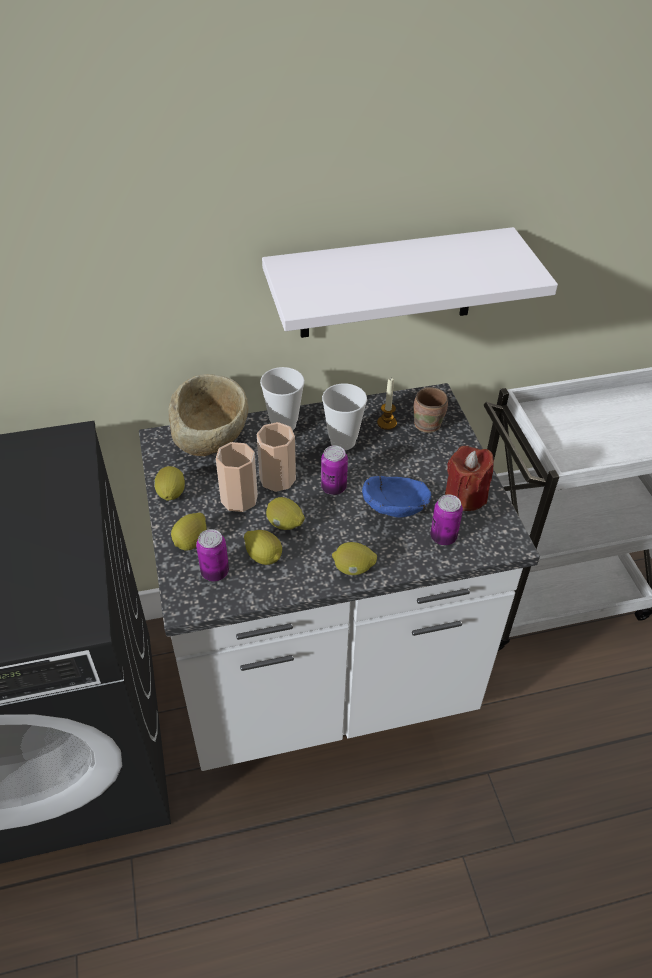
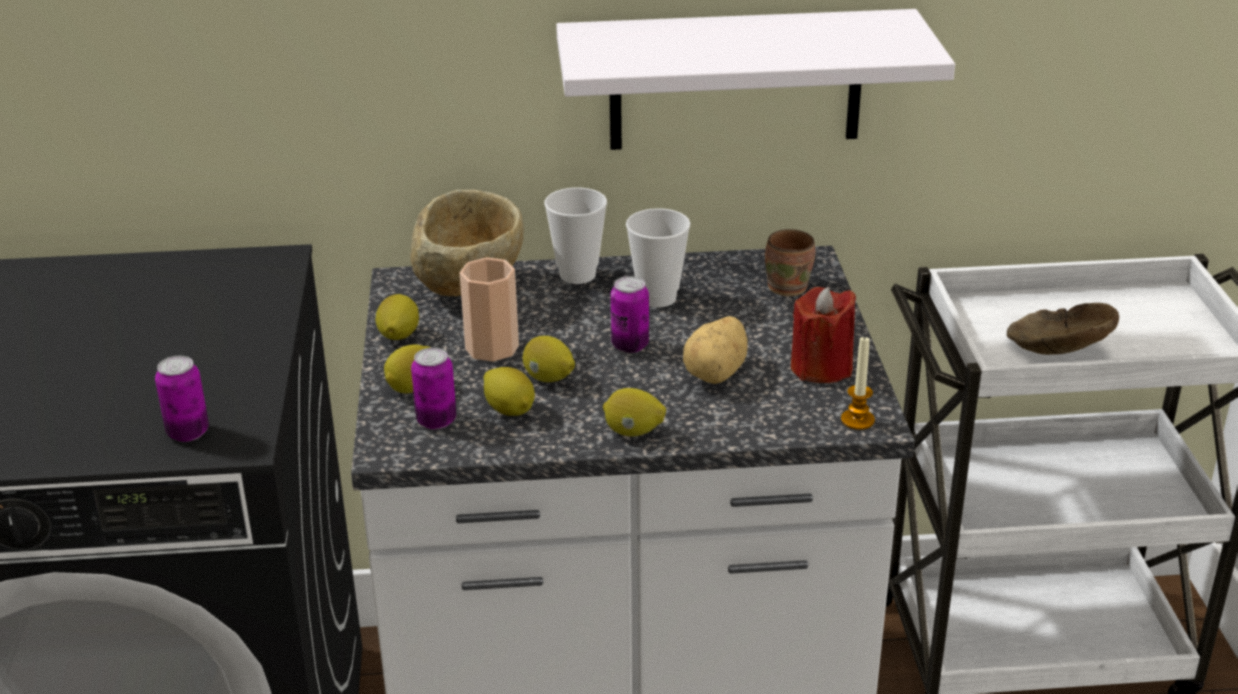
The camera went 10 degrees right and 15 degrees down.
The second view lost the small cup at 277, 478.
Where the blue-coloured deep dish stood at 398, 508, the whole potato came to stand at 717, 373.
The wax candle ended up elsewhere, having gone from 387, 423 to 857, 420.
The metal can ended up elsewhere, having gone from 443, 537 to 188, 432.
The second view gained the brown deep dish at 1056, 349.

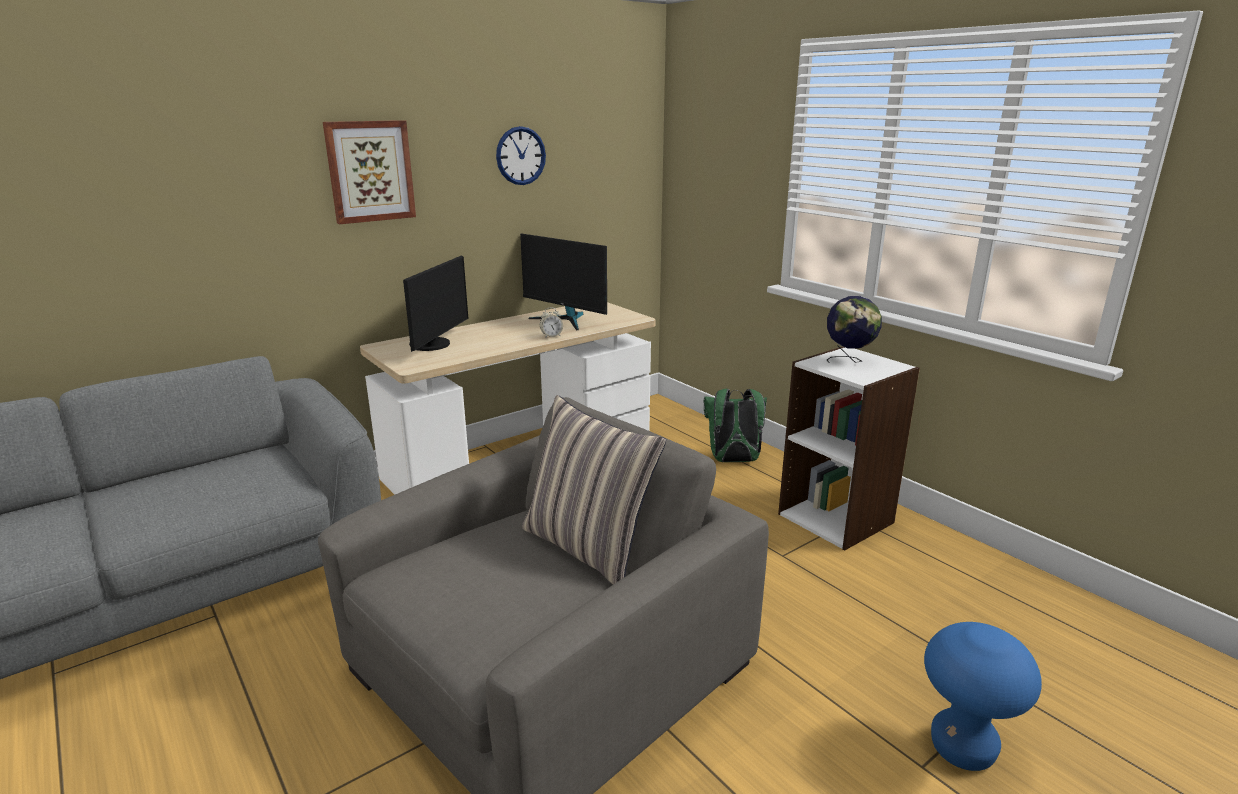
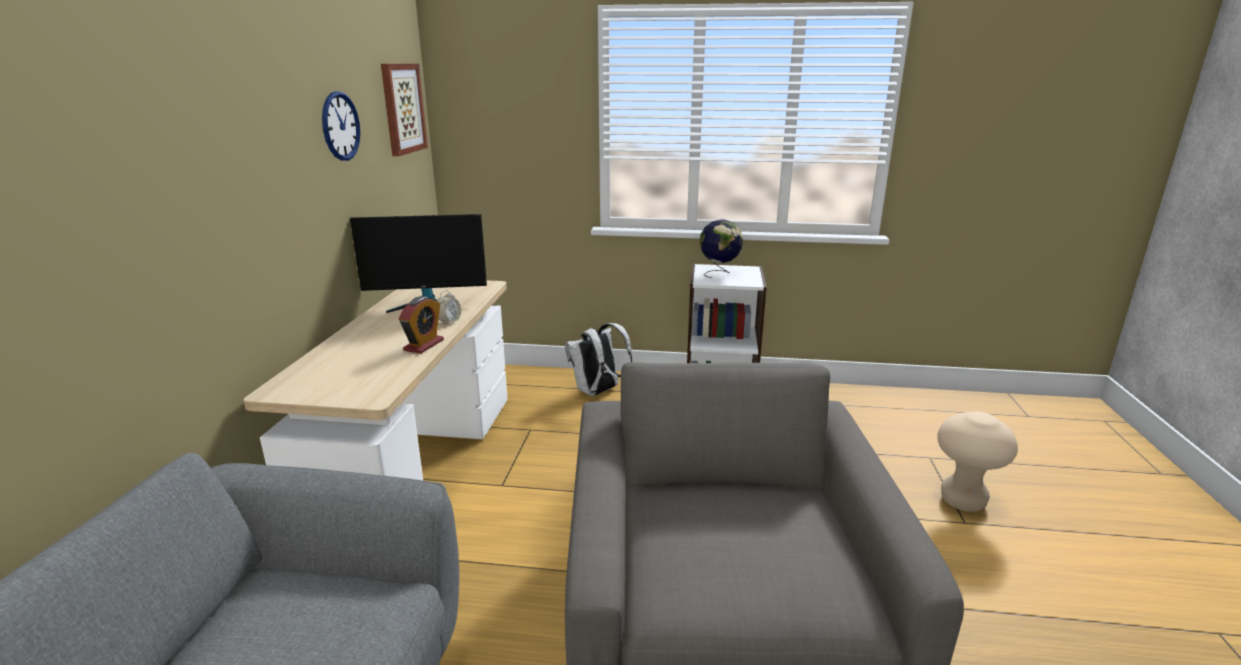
The camera went 45 degrees left and 0 degrees up.
The picture ended up elsewhere, having gone from 370, 171 to 402, 108.
The second view lost the monitor at 434, 345.
The second view lost the throw pillow at 589, 548.
What was the greenish rucksack at 733, 461 turned into the white-coloured rucksack at 598, 392.
What was the blue-coloured stool seat at 962, 749 turned into the sand-coloured stool seat at 962, 501.
The second view gained the alarm clock at 424, 345.

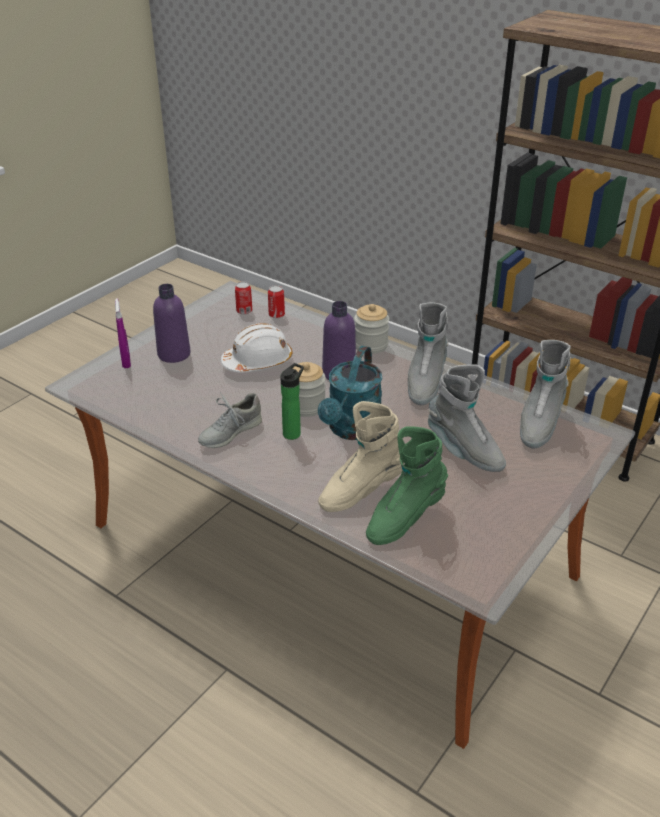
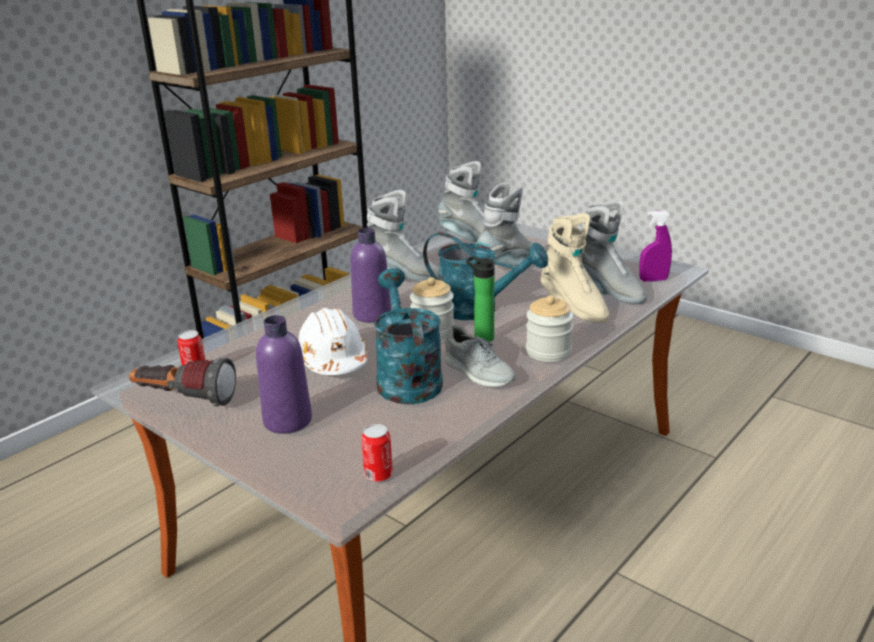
The camera went 85 degrees left and 10 degrees down.
The purple hand sprayer ended up elsewhere, having gone from 126, 362 to 653, 280.
The metal can ended up elsewhere, having gone from 276, 315 to 378, 475.
The storage jar ended up elsewhere, having gone from 370, 345 to 548, 352.
What was the greenish tall boot at 404, 518 turned into the greyish tall boot at 606, 291.
The second view gained the flashlight at 184, 399.
The second view gained the turquoise sprinkling can at 406, 378.

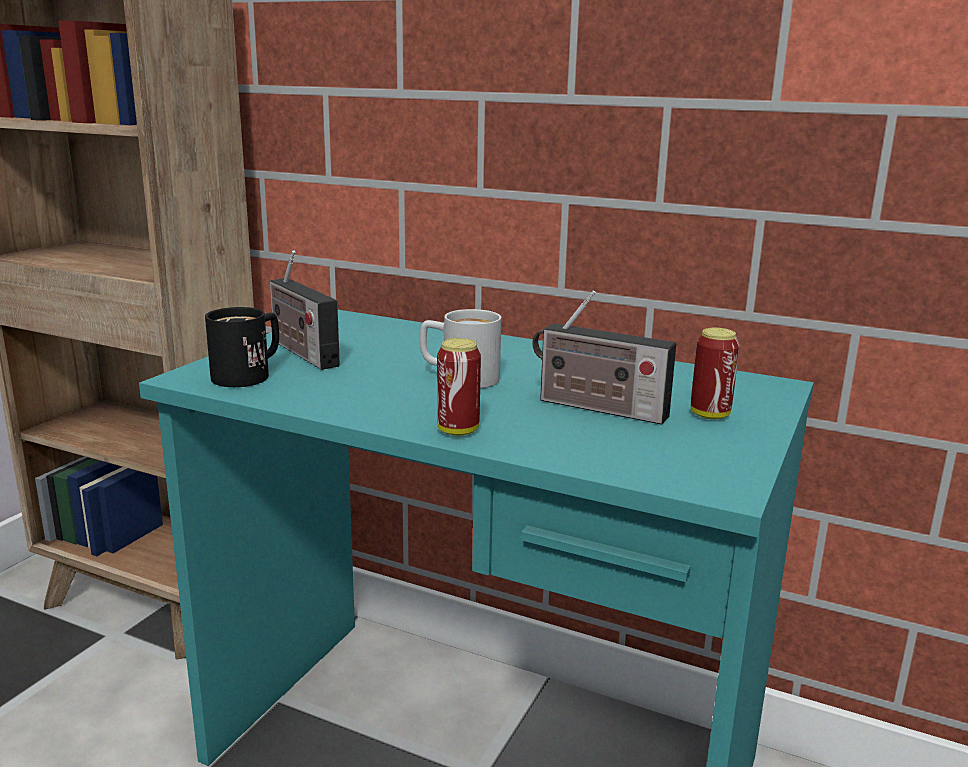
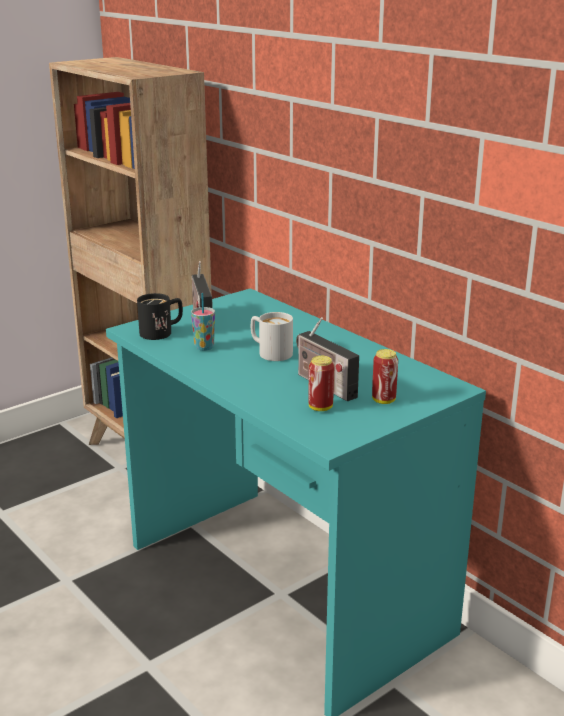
The camera went 25 degrees right and 5 degrees up.
The metal can ended up elsewhere, having gone from 458, 431 to 320, 408.
The second view gained the small cup at 204, 347.

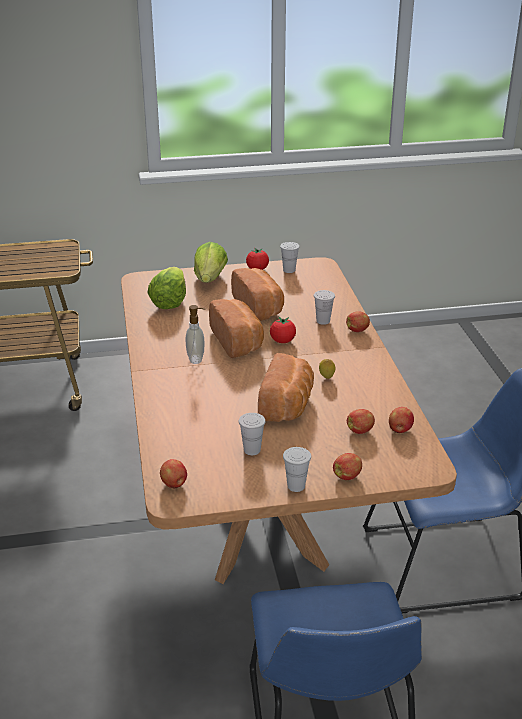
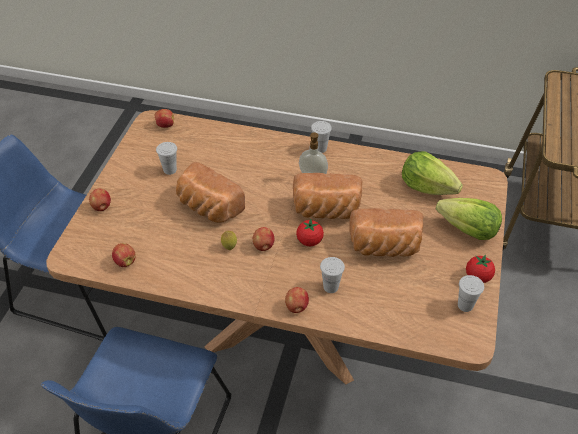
The camera went 115 degrees right and 15 degrees up.
The white-coloured small cup ended up elsewhere, having gone from 296, 486 to 320, 148.
The whole apple ended up elsewhere, having gone from 360, 431 to 263, 246.

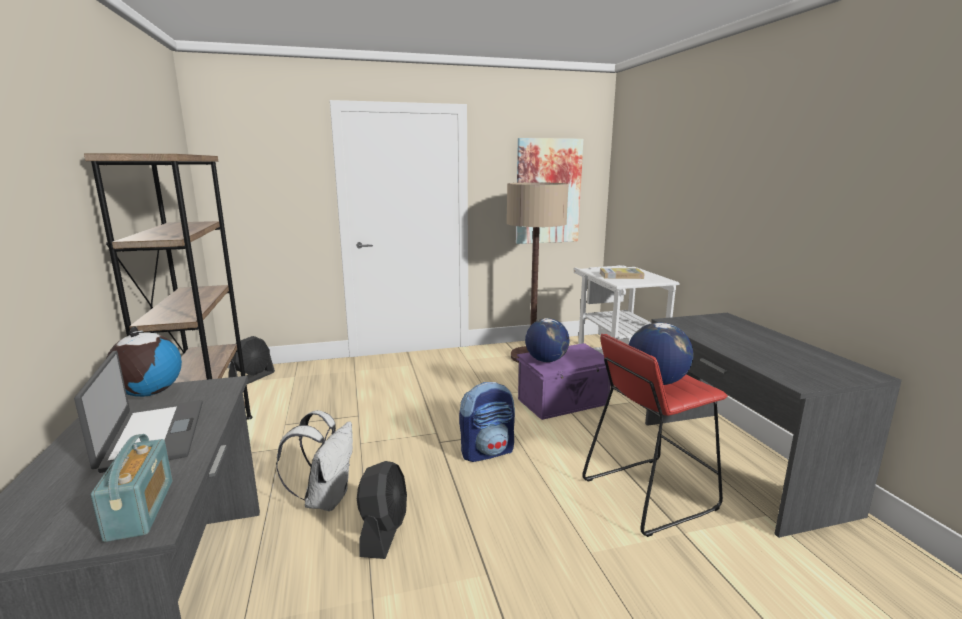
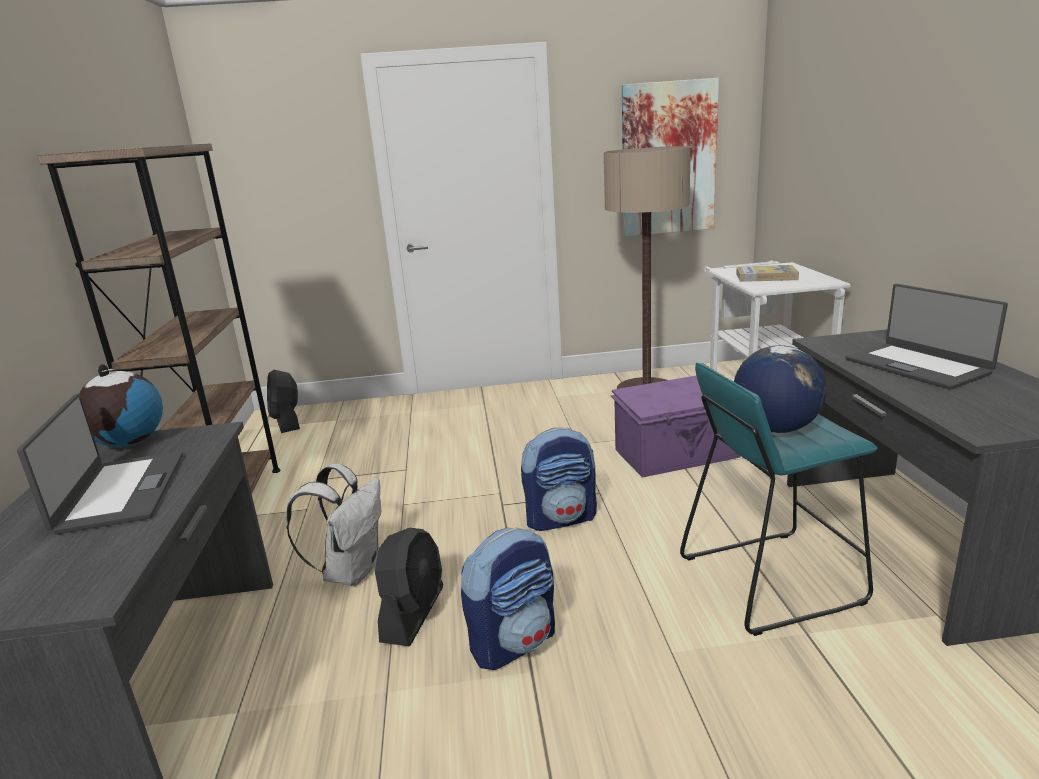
The camera went 10 degrees right and 5 degrees up.
The second view lost the radio set at 141, 509.
The black fan at 252, 378 ended up facing another way, 120 degrees clockwise from before.
The second view lost the globe at 546, 360.
What was the reddish stool seat at 648, 493 turned into the turquoise stool seat at 769, 579.
The second view gained the rucksack at 514, 642.
The second view gained the notebook computer at 917, 366.

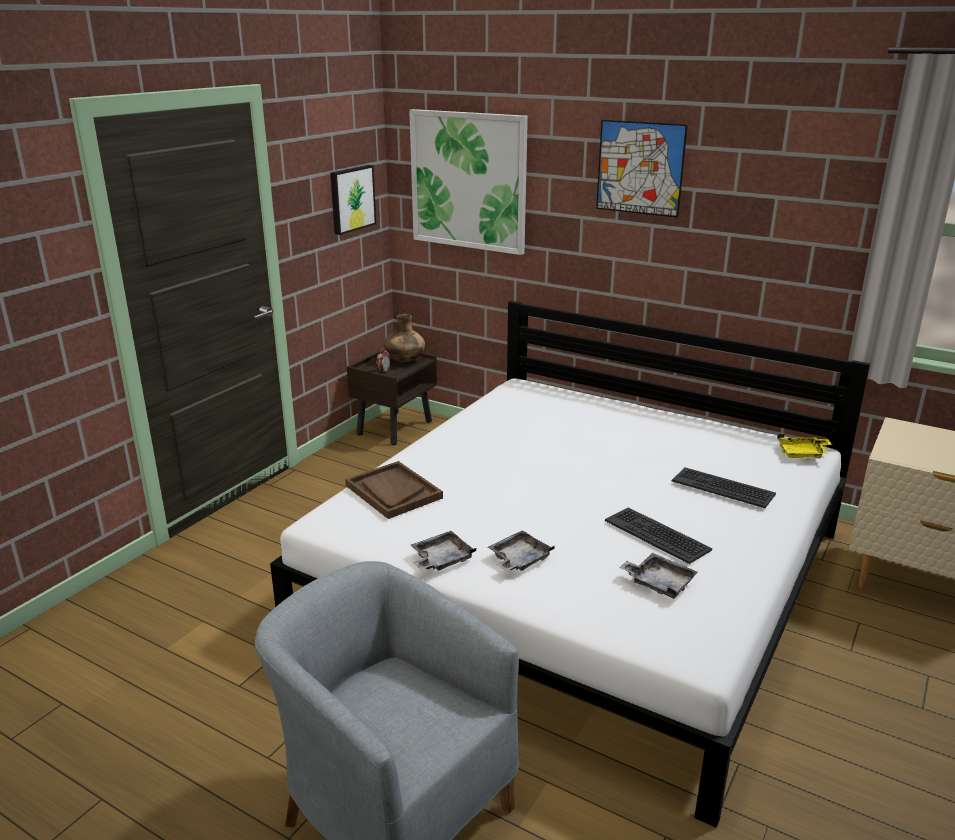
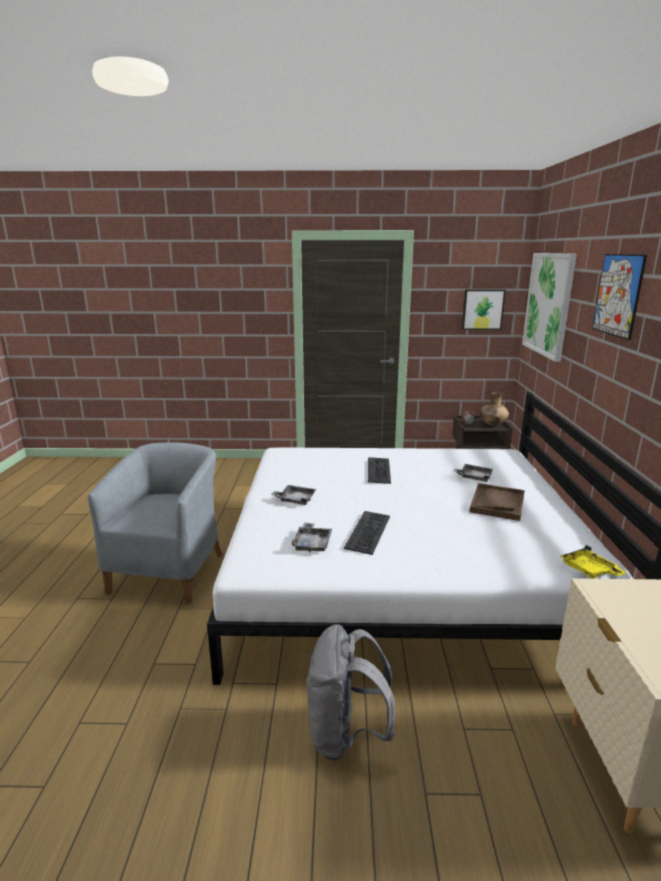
The camera went 60 degrees right and 5 degrees down.
The brown serving tray ended up elsewhere, having gone from 393, 492 to 497, 503.
The greyish serving tray ended up elsewhere, having gone from 441, 559 to 474, 477.
The keyboard ended up elsewhere, having gone from 723, 488 to 379, 470.
The second view gained the greyish rucksack at 346, 734.

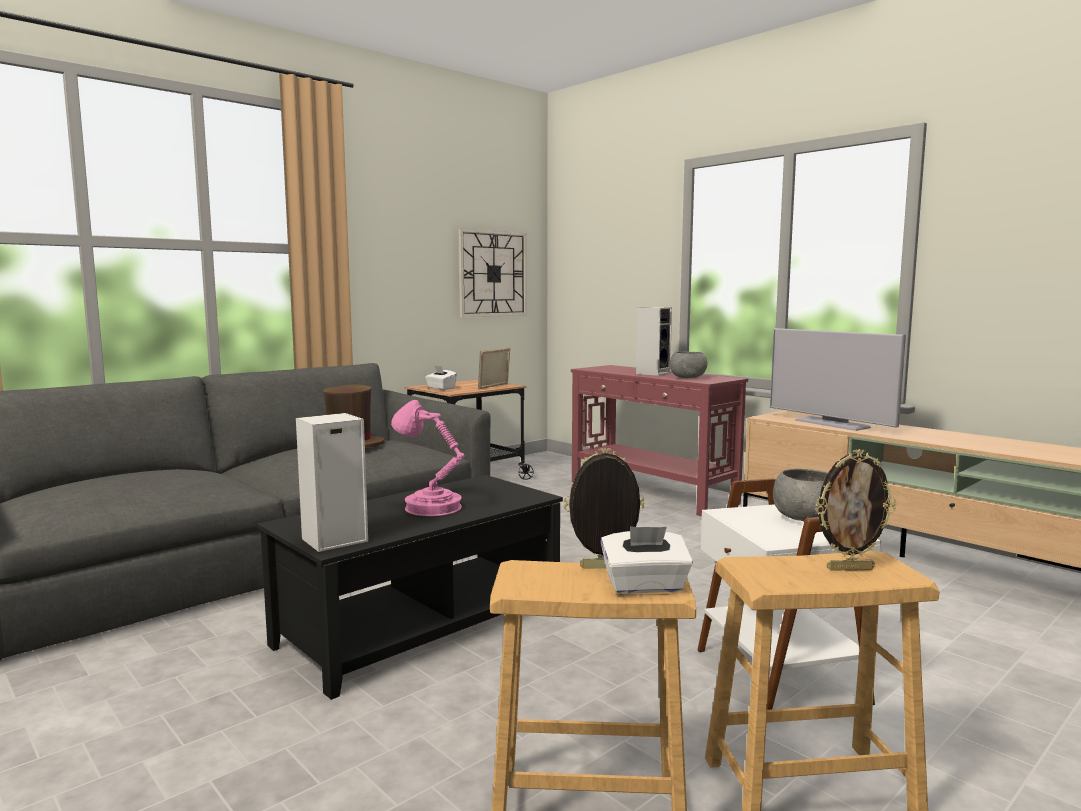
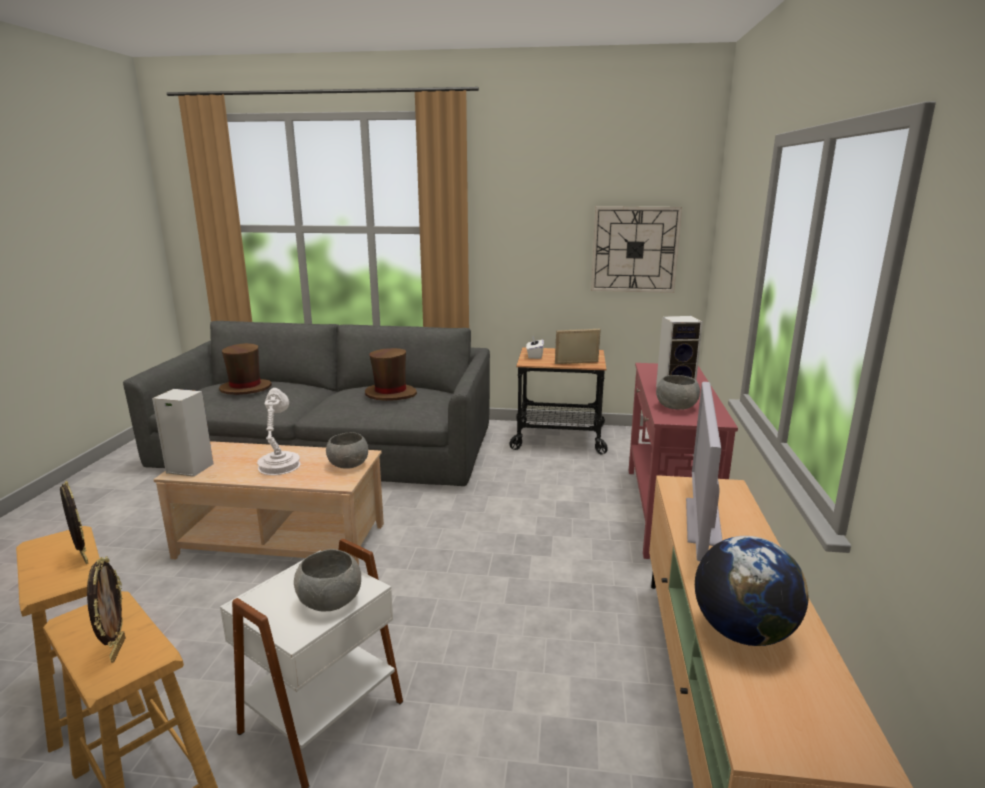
The camera went 50 degrees right and 10 degrees up.
What was the black coffee table at 421, 625 turned into the sand-coloured coffee table at 283, 539.
What was the pink-coloured tabletop lamp at 429, 507 turned into the white-coloured tabletop lamp at 279, 464.
The second view lost the white-coloured tissue holder at 645, 586.
The picture frame at 849, 568 ended up facing another way, 150 degrees counterclockwise from before.
The second view gained the brown clothing hat at 245, 388.
The second view gained the greyish deep dish at 349, 465.
The second view gained the globe at 742, 632.

